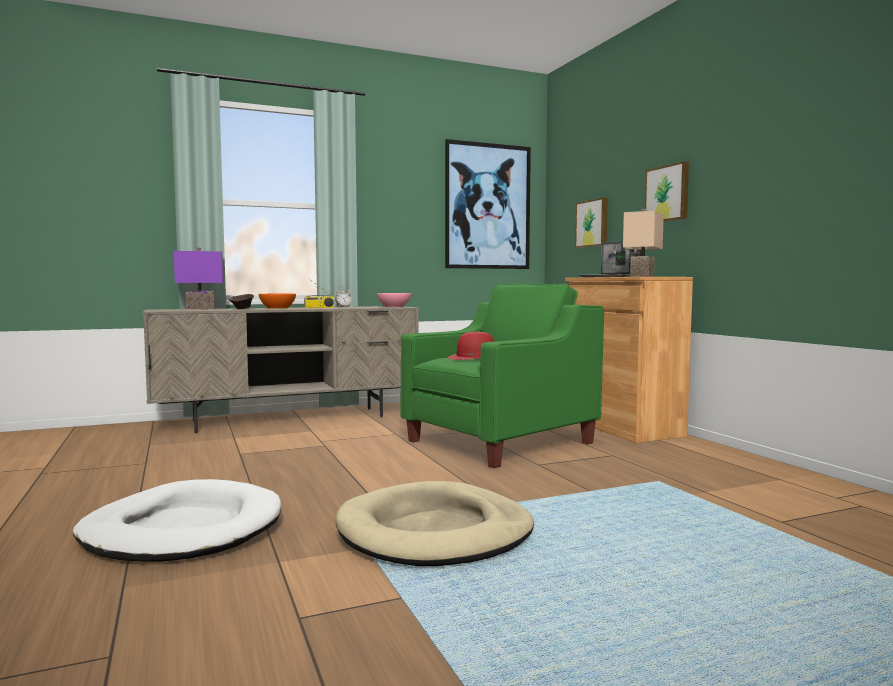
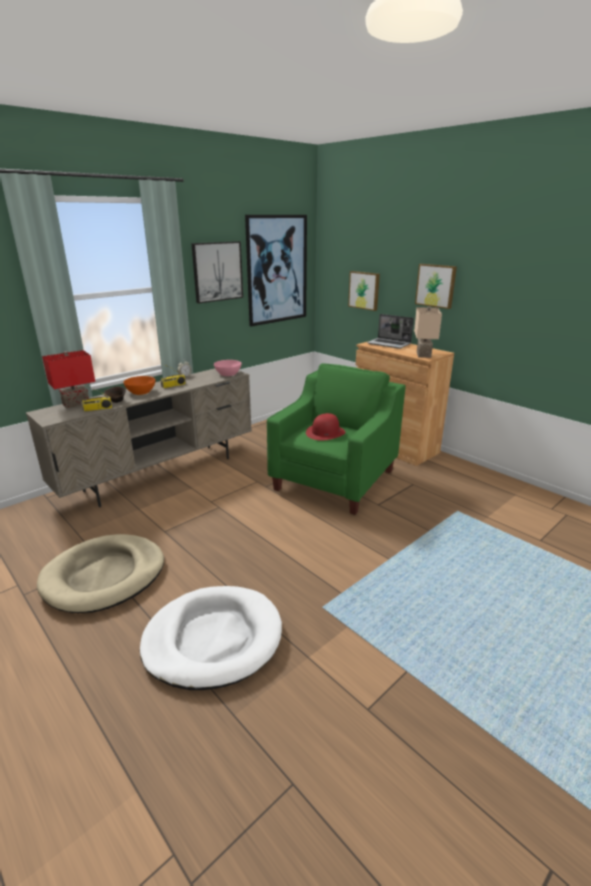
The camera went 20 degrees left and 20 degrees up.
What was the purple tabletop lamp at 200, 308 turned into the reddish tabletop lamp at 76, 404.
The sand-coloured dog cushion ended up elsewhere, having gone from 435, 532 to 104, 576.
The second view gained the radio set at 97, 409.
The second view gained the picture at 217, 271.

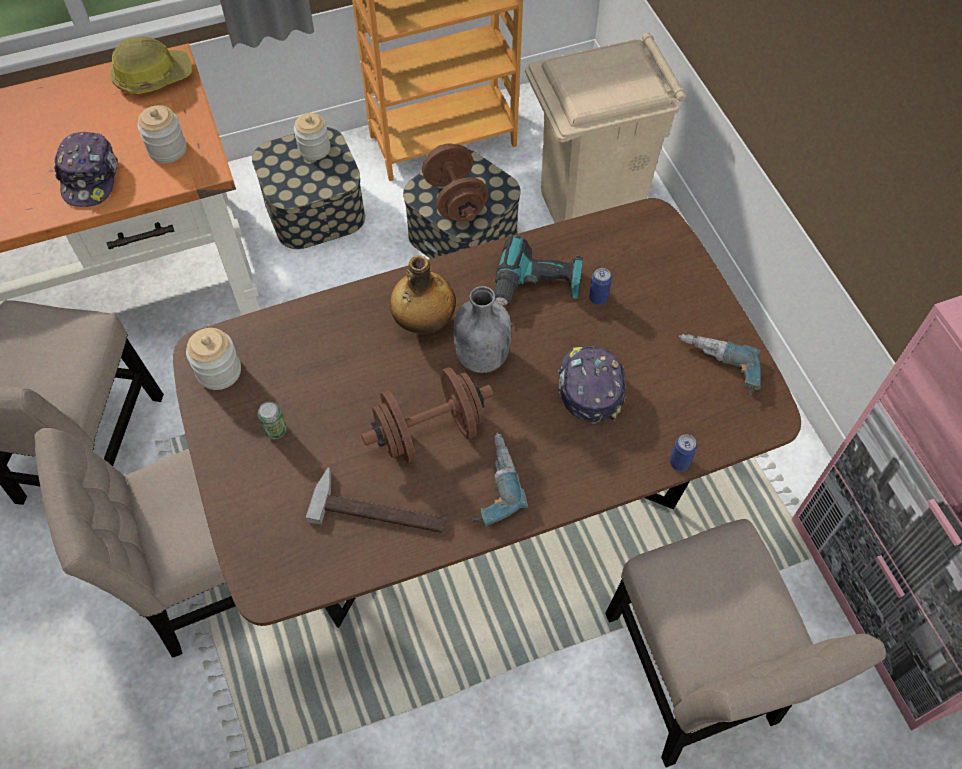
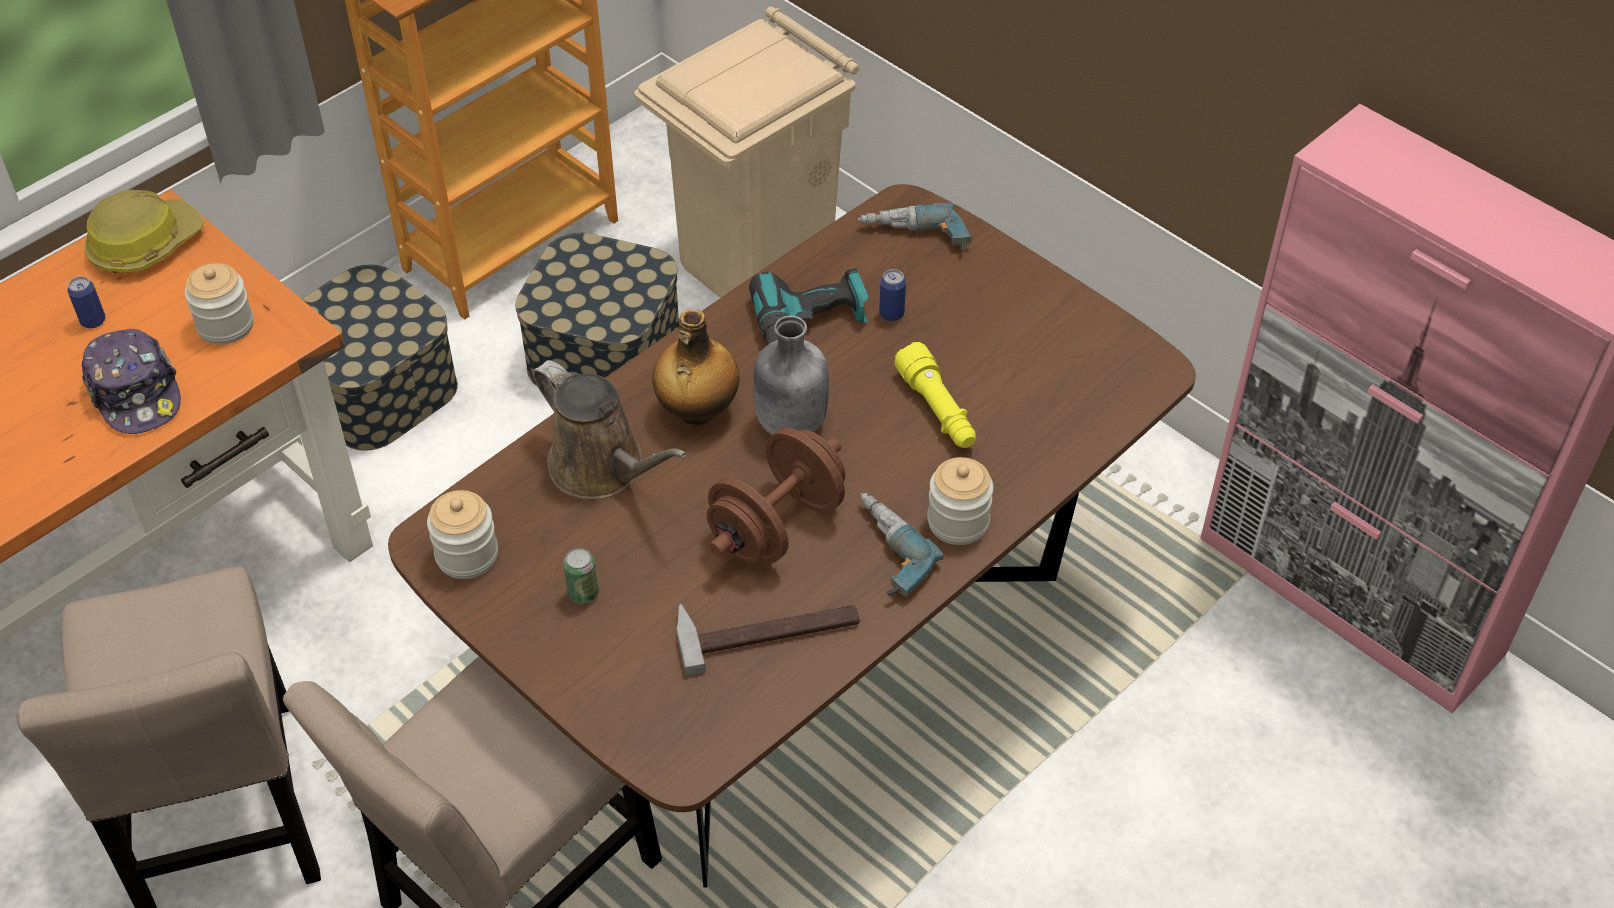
The camera went 25 degrees left and 10 degrees down.
The storage jar ended up elsewhere, having gone from 314, 149 to 958, 522.
The second view lost the brown hand weight at 455, 199.
Where the cap stood at 590, 386, the yellowish flashlight came to stand at 937, 410.
The second view lost the sand-coloured chair at 692, 678.
The metal can ended up elsewhere, having gone from 679, 462 to 93, 321.
The power drill ended up elsewhere, having gone from 716, 368 to 913, 239.
The second view gained the brown sprinkling can at 603, 468.

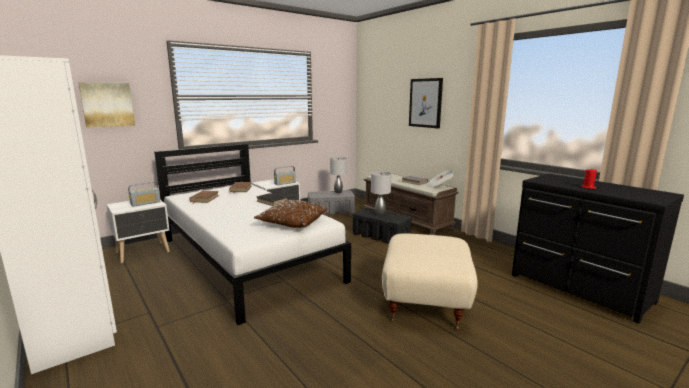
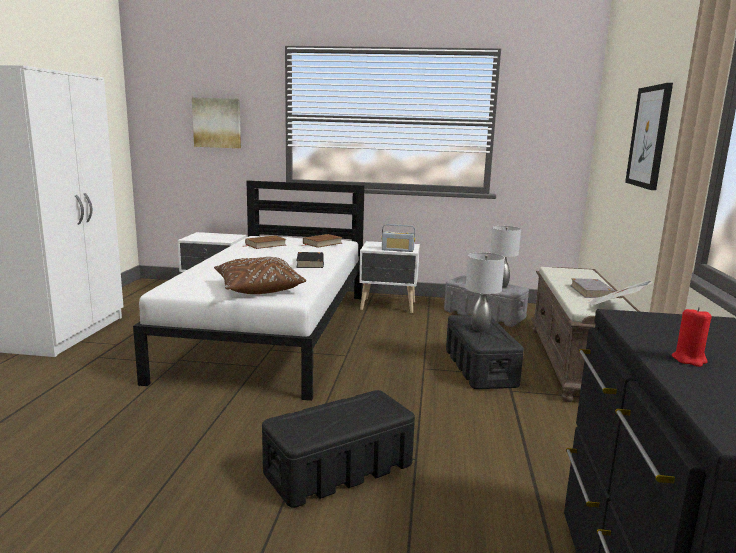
The camera went 45 degrees right and 0 degrees up.
The second view lost the radio set at 145, 203.
Where the sand-coloured ottoman stood at 426, 302, the black storage bin came to stand at 338, 469.

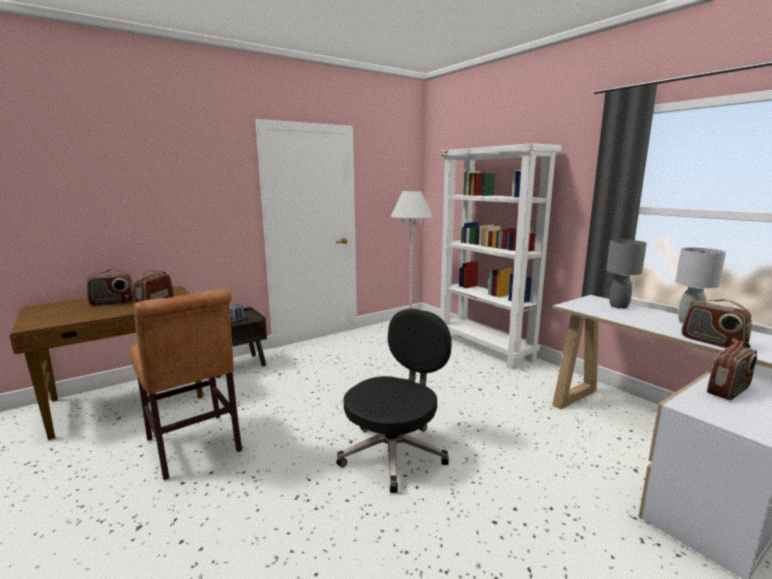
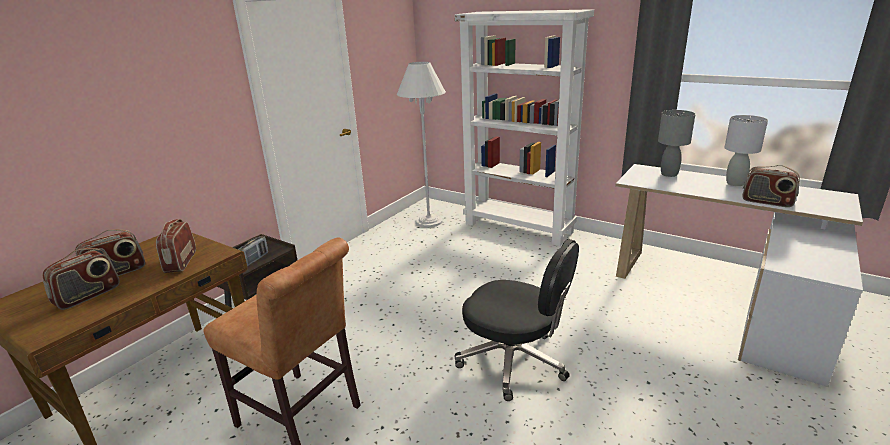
The camera went 20 degrees left and 10 degrees up.
The black computer chair at 395, 452 ended up facing another way, 105 degrees clockwise from before.
The radio set ended up elsewhere, having gone from 729, 390 to 88, 296.

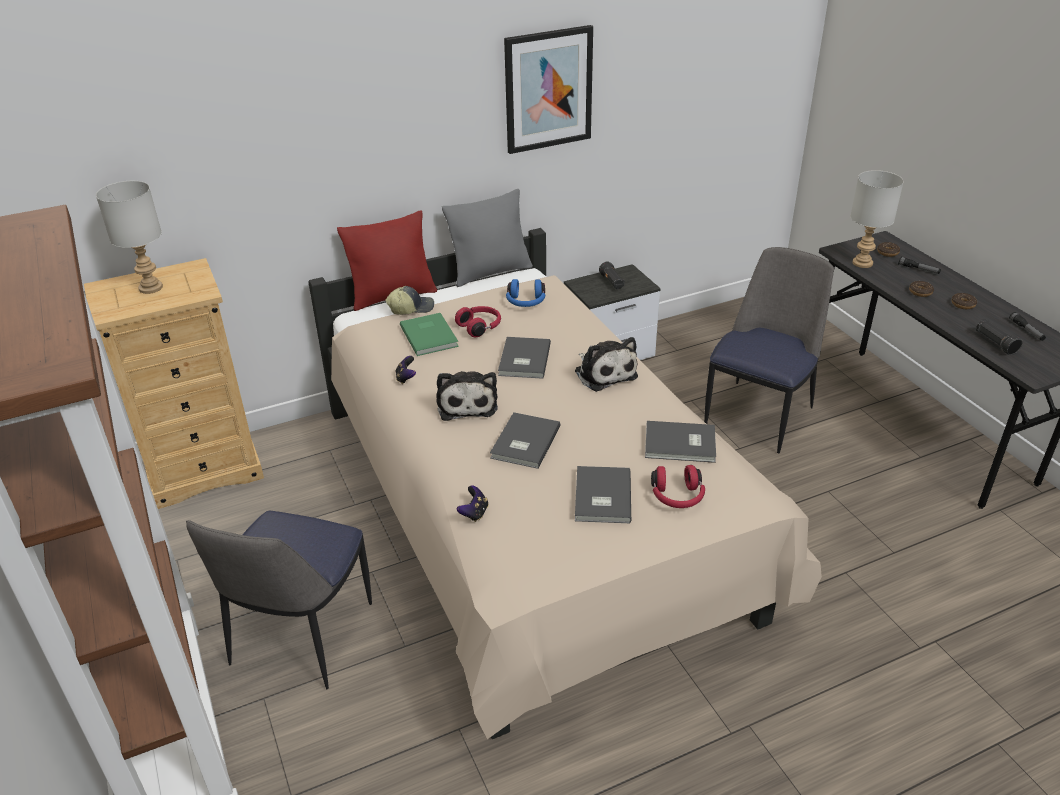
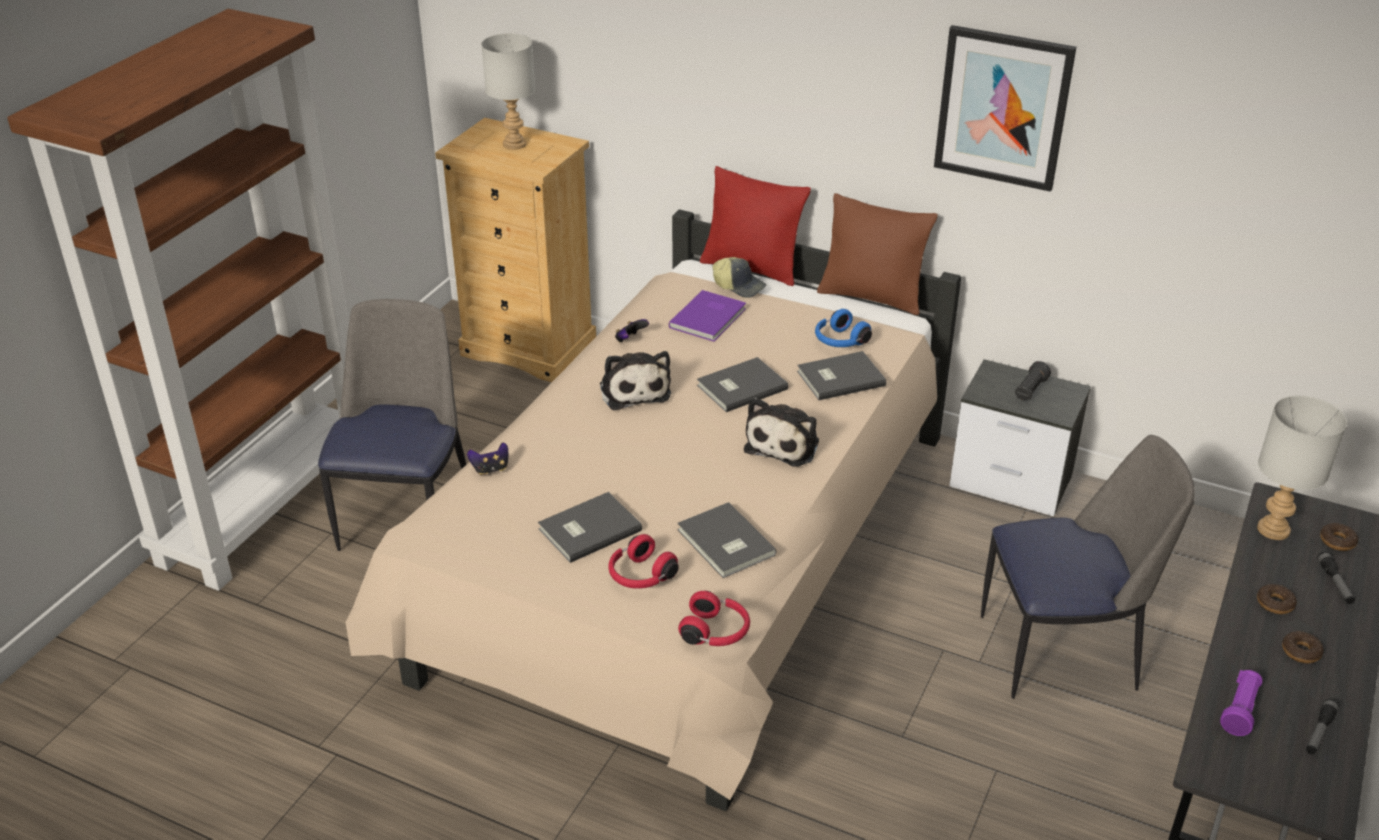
The camera went 50 degrees right and 0 degrees up.
The chair at 301, 637 ended up facing another way, 120 degrees clockwise from before.
What was the greenish volume at 430, 335 turned into the purple volume at 710, 318.
The soft toy at 467, 403 ended up facing another way, 60 degrees counterclockwise from before.
What was the greyish throw pillow at 490, 272 turned into the brown throw pillow at 871, 297.
The reddish headset ended up elsewhere, having gone from 480, 327 to 716, 632.
The greyish volume ended up elsewhere, having gone from 523, 442 to 839, 377.
What was the black flashlight at 995, 343 turned into the purple flashlight at 1240, 711.

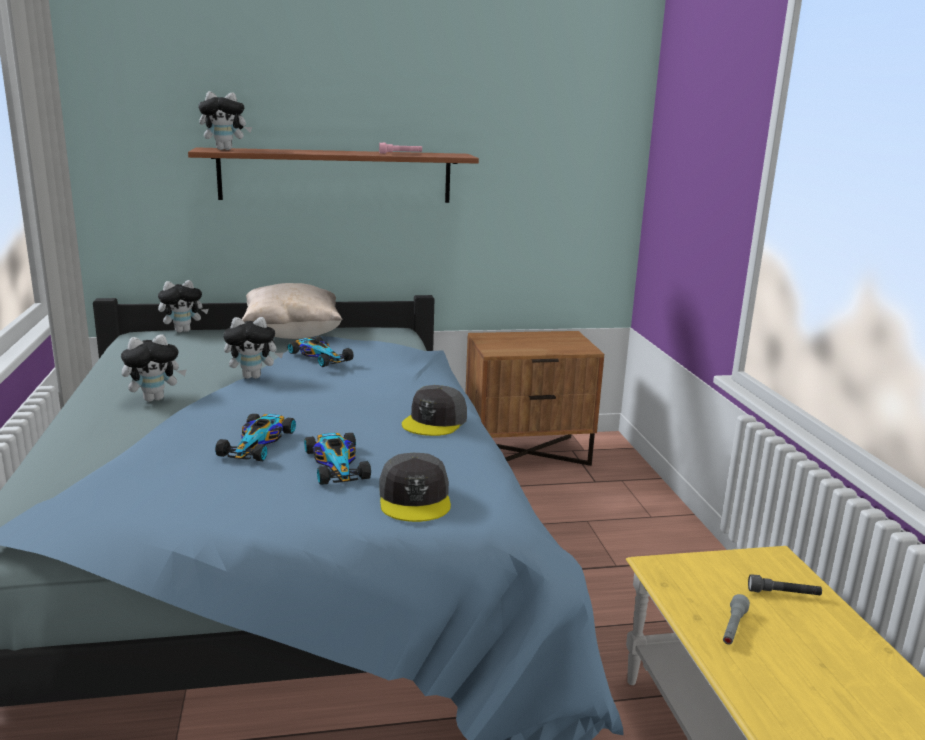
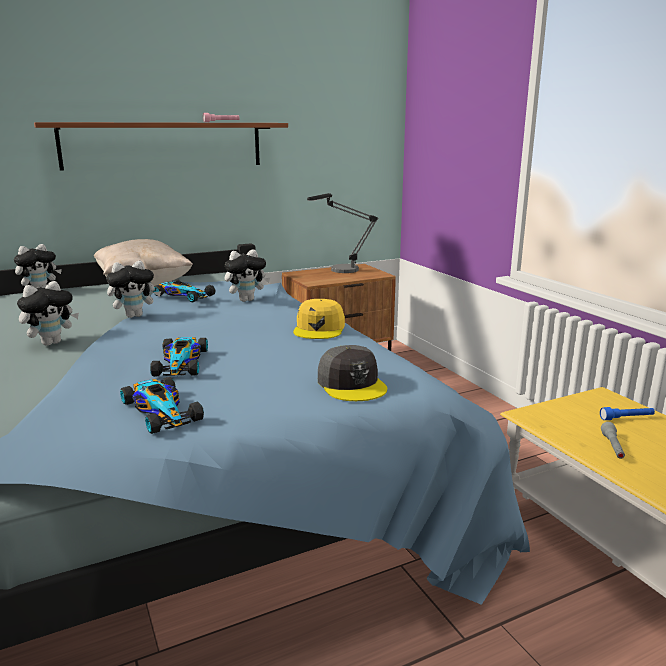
The camera went 15 degrees left and 0 degrees up.
The soft toy ended up elsewhere, having gone from 226, 149 to 247, 300.
The miniature car ended up elsewhere, having gone from 336, 464 to 161, 410.
What was the greyish cap at 435, 421 turned into the yellowish cap at 319, 329.
What was the greyish flashlight at 783, 594 turned into the blue-coloured flashlight at 627, 418.
The second view gained the tabletop lamp at 339, 271.

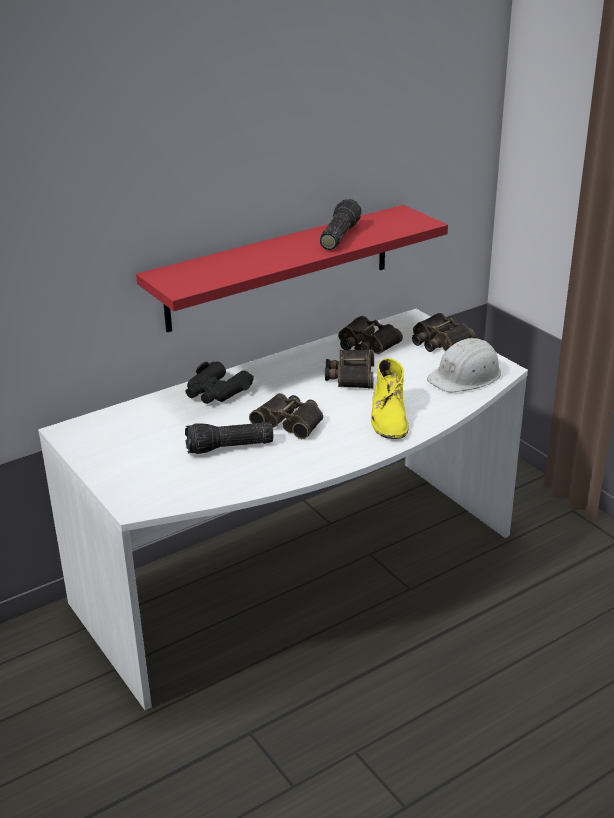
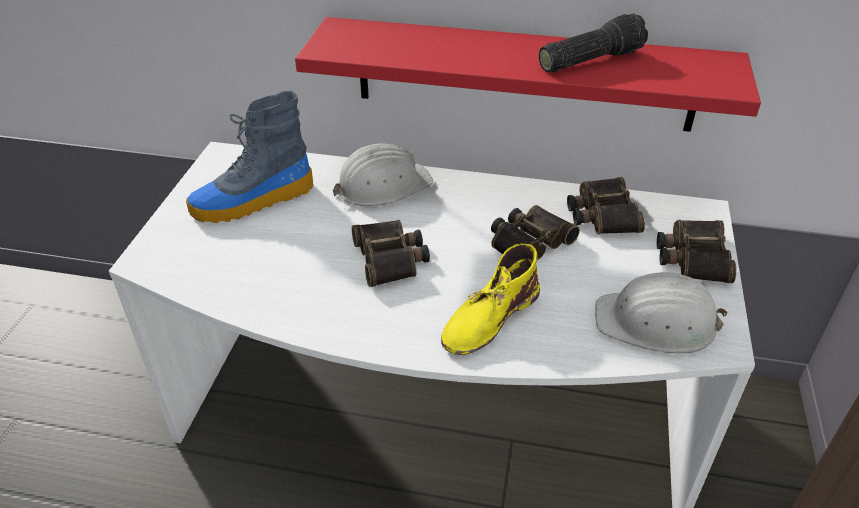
The camera went 45 degrees right and 10 degrees up.
Where the black binoculars stood at 216, 392, the white-coloured hard hat came to stand at 382, 185.
The second view lost the flashlight at 229, 448.
The second view gained the tall boot at 252, 201.

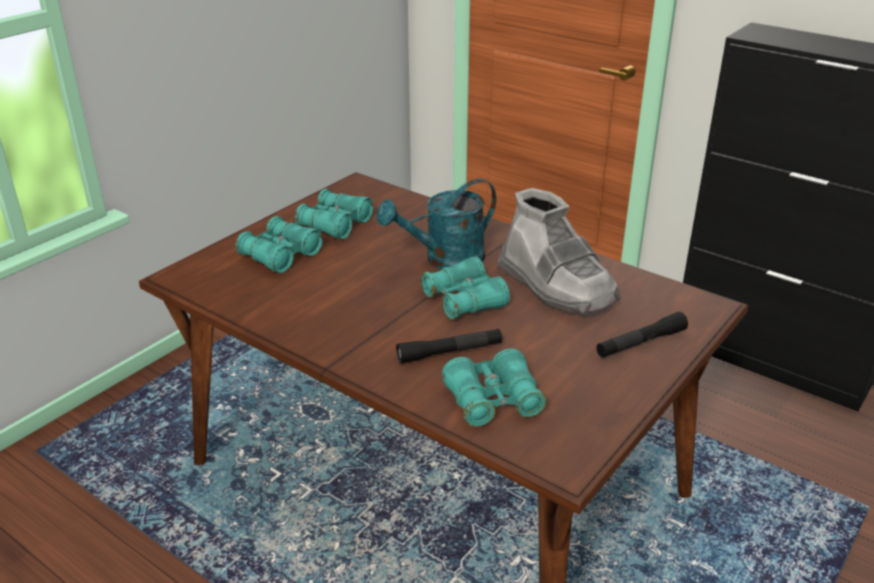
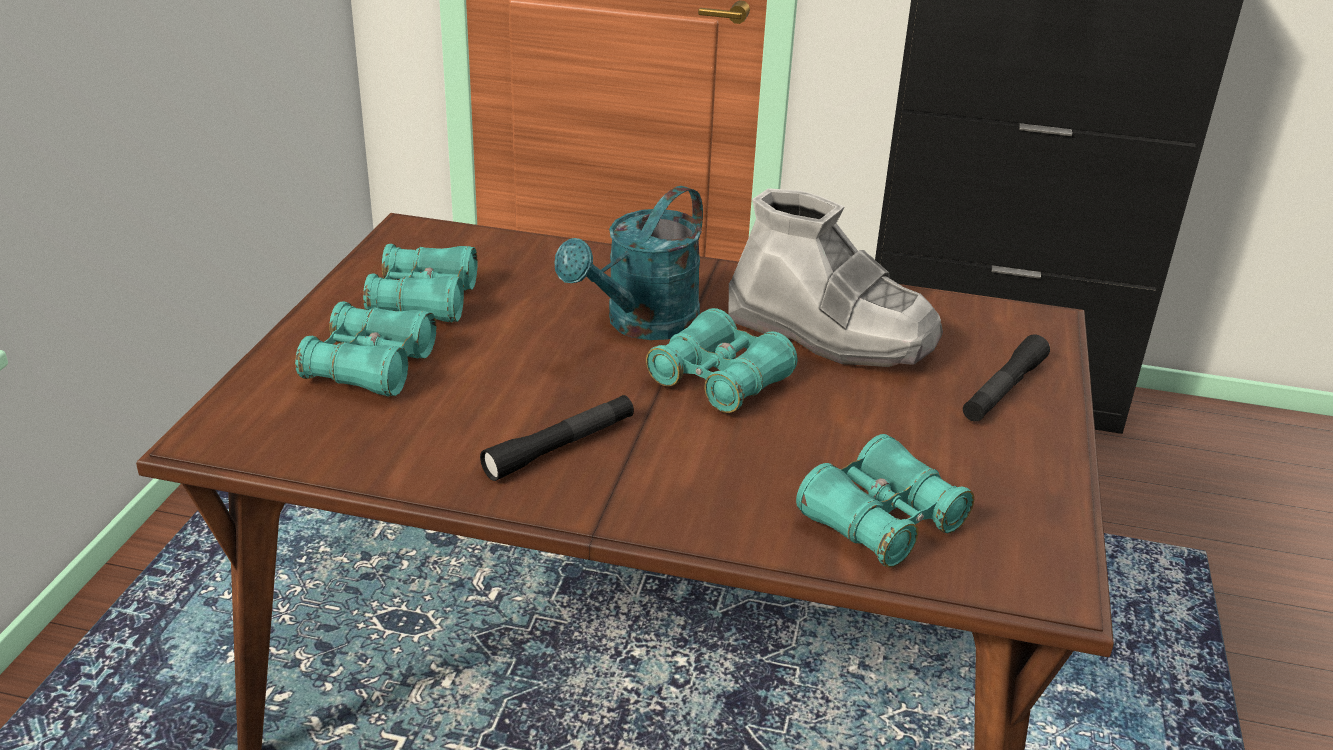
The camera went 25 degrees left and 0 degrees up.
The black flashlight ended up elsewhere, having gone from 449, 352 to 560, 447.

